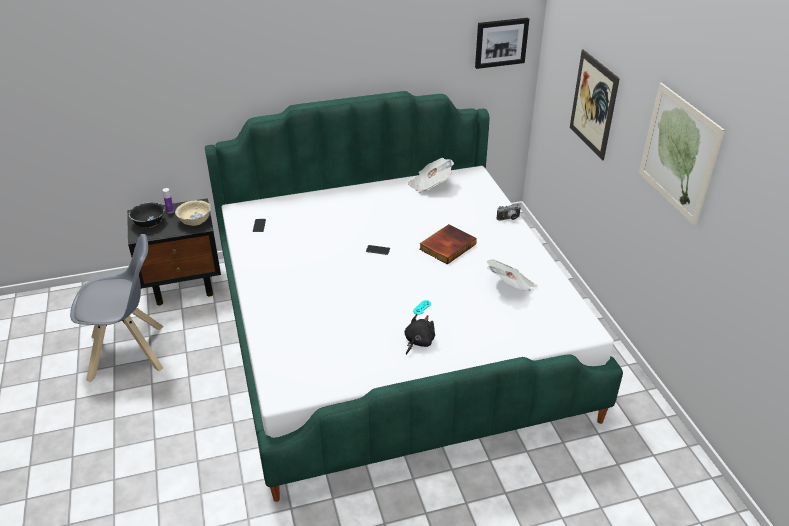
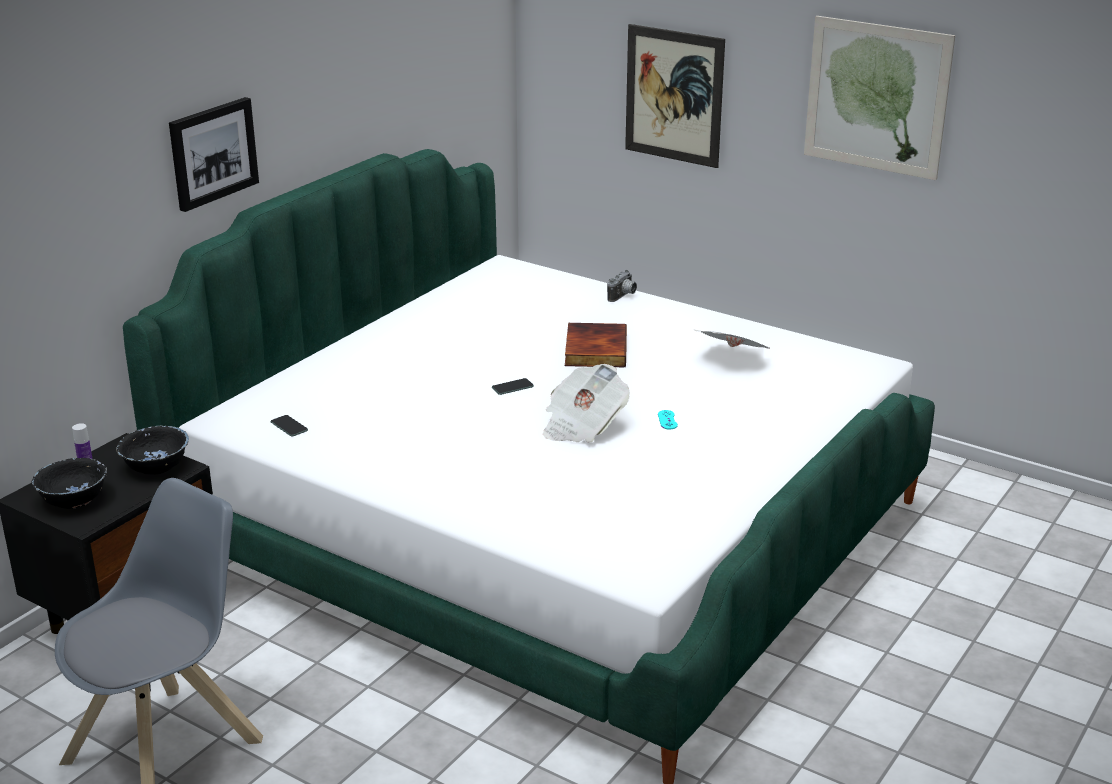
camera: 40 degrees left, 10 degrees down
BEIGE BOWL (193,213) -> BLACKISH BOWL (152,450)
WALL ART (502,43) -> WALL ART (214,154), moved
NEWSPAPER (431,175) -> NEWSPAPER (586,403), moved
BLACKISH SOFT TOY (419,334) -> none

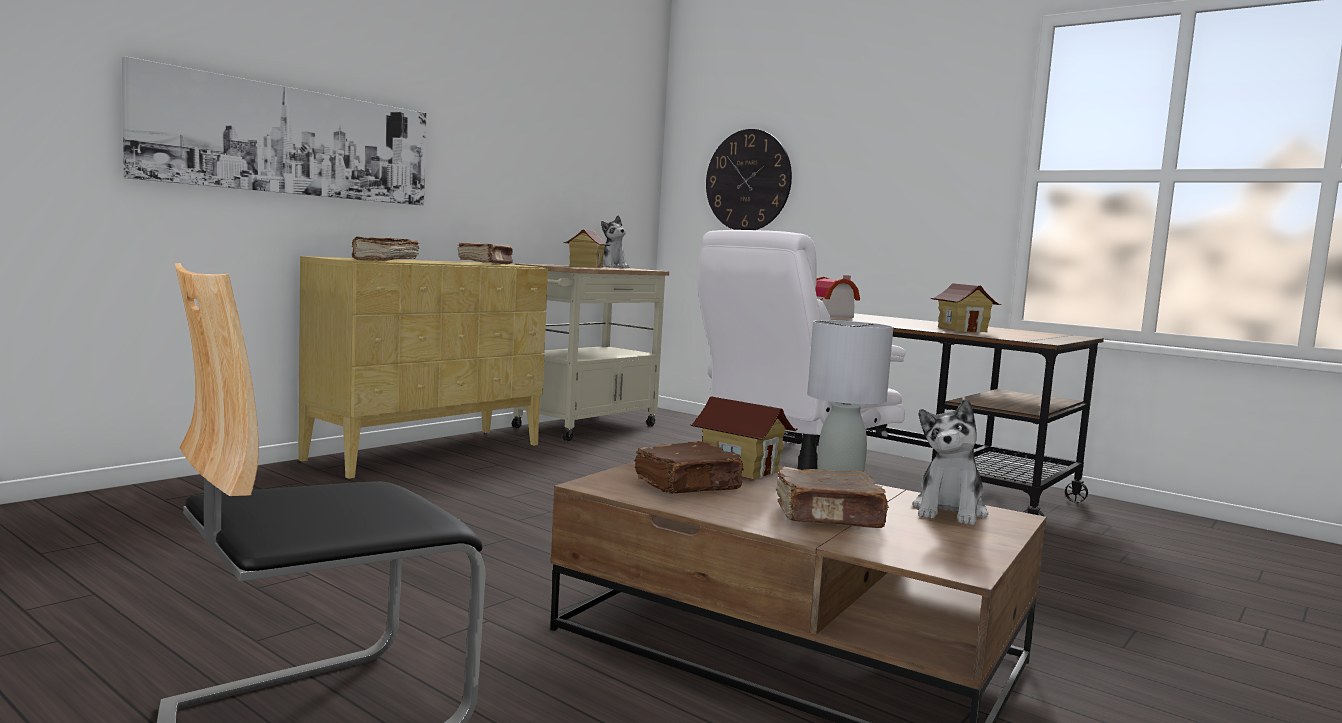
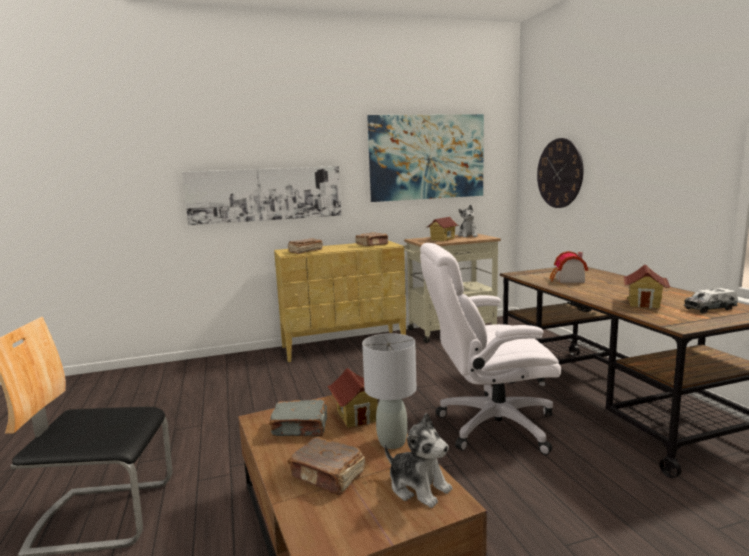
camera: 35 degrees right, 5 degrees up
BROWN-COLOURED BOUND BOOK (689,467) -> GREY BOUND BOOK (298,417)
none -> WALL ART (425,158)
SOFT TOY (950,462) -> SOFT TOY (418,460), 105 degrees counterclockwise
none -> TOY TRUCK (711,300)

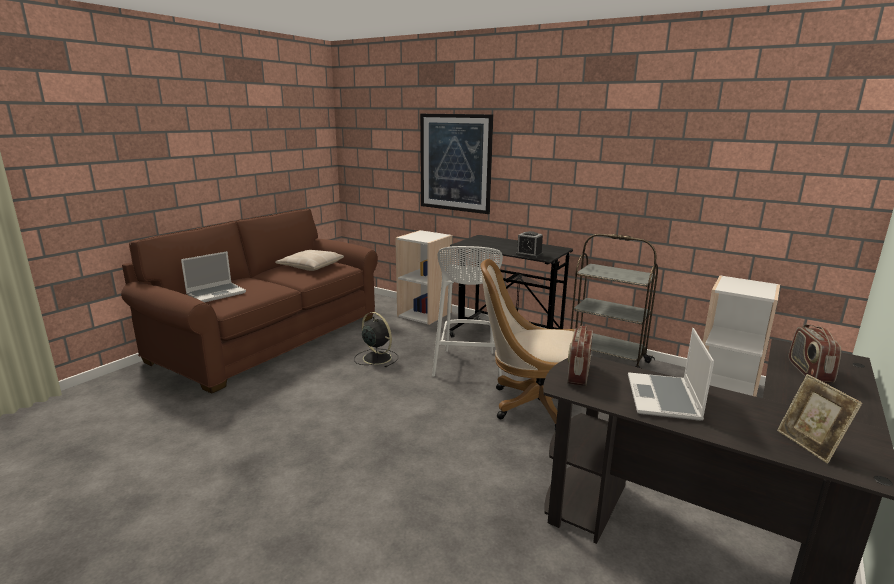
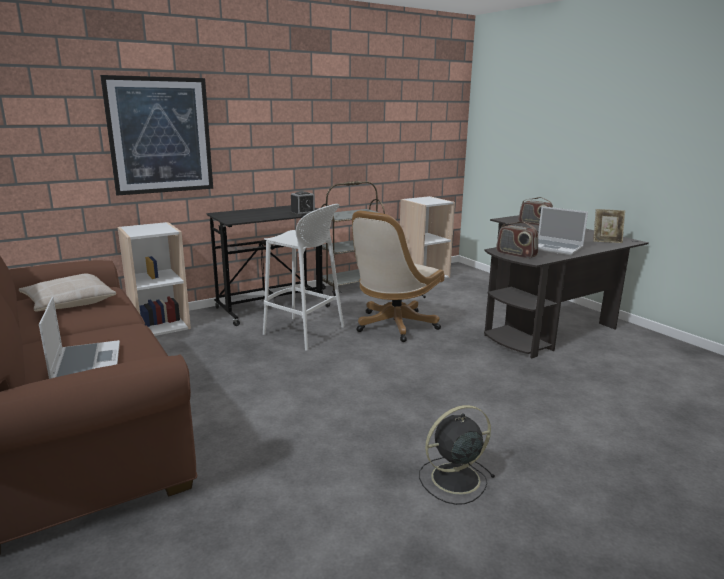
camera: 65 degrees left, 0 degrees up
BLACKISH COOLING FAN (376,340) -> BLACKISH COOLING FAN (457,455), moved

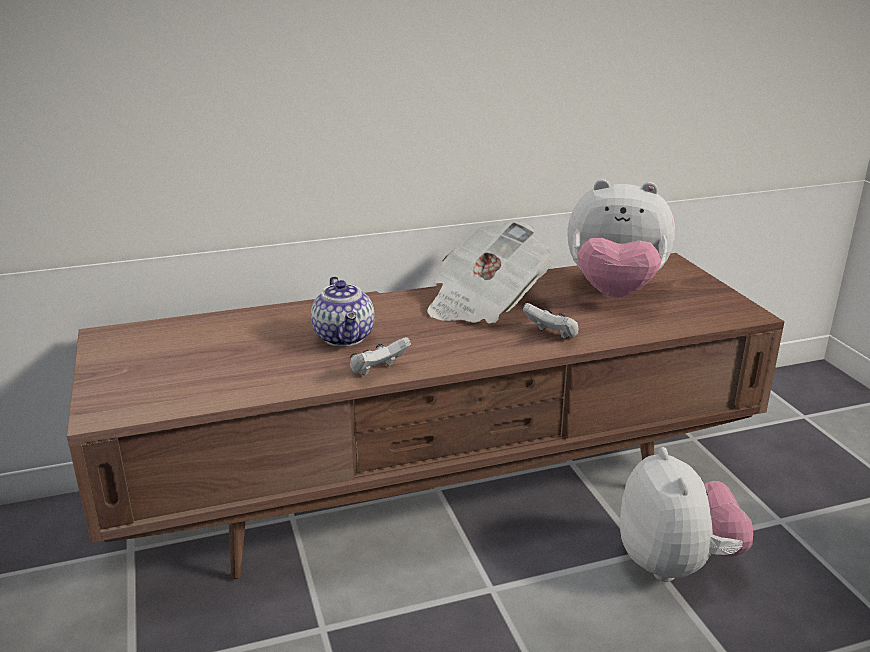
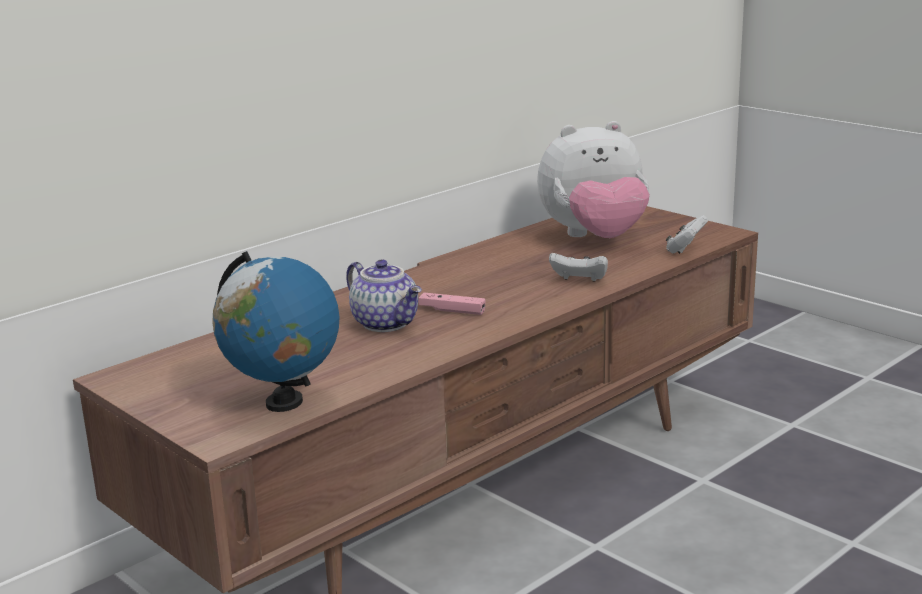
camera: 25 degrees left, 5 degrees down
none -> GLOBE (275,331)
none -> PINK GAMEPAD (452,303)
WHITISH GAMEPAD (380,356) -> WHITISH GAMEPAD (687,234), moved
NEWSPAPER (489,272) -> none
SOFT TOY (686,514) -> none

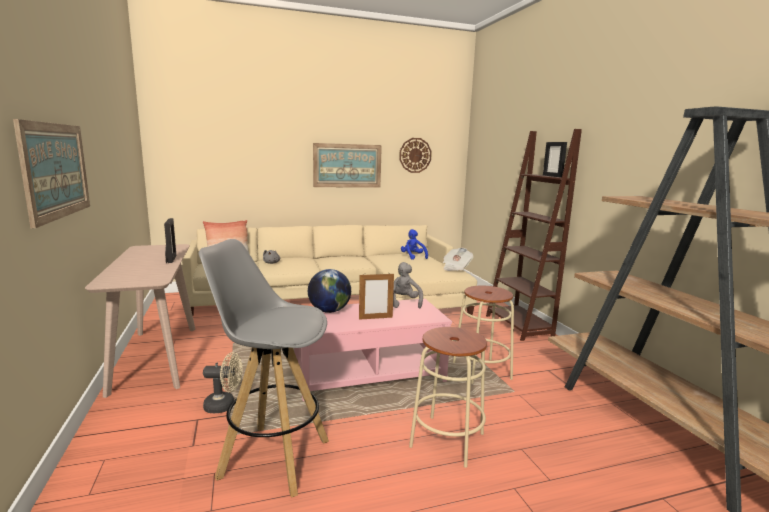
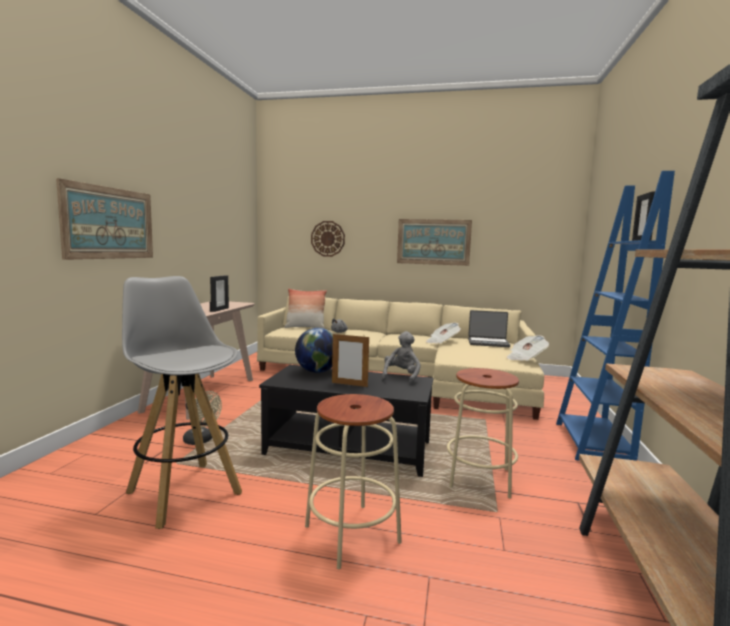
camera: 30 degrees right, 5 degrees down
PINK COFFEE TABLE (373,349) -> BLACKISH COFFEE TABLE (346,421)
HANGING CLOCK (415,155) -> HANGING CLOCK (328,239), moved
none -> NEWSPAPER (443,333)
BLUE-COLOURED SOFT TOY (414,244) -> PORTABLE COMPUTER (489,328)
BROWN-COLOURED SHELVING UNIT (534,235) -> BLUE-COLOURED SHELVING UNIT (615,316)

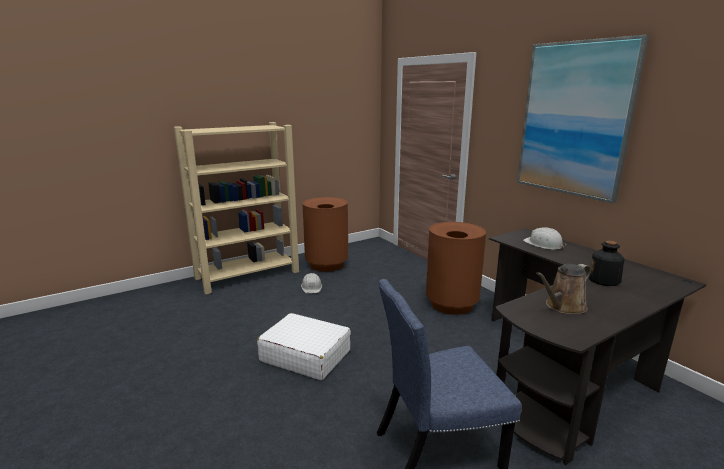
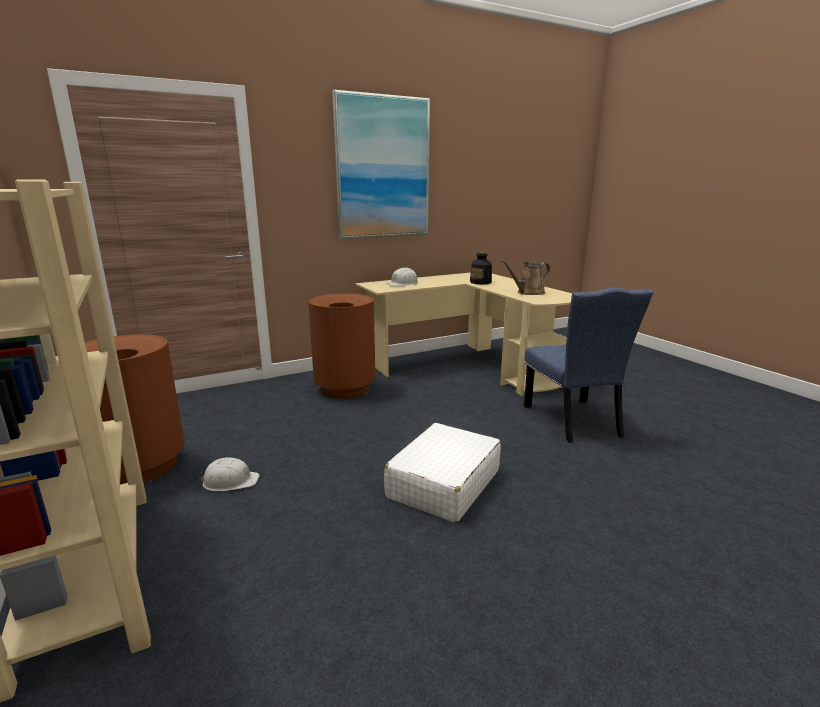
camera: 85 degrees left, 0 degrees up
BLACKISH DESK (597,346) -> BEIGE DESK (463,334)
BROWN-COLOURED WATERING POT (563,289) -> BROWN-COLOURED WATERING POT (525,277), 90 degrees clockwise

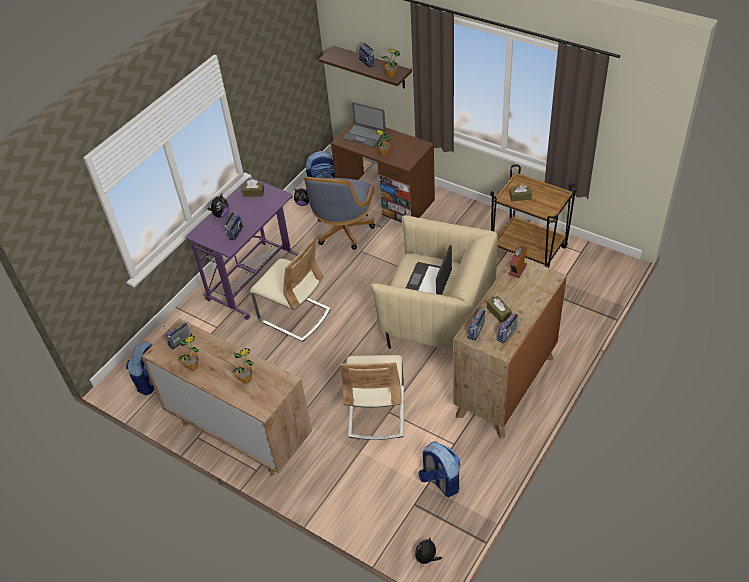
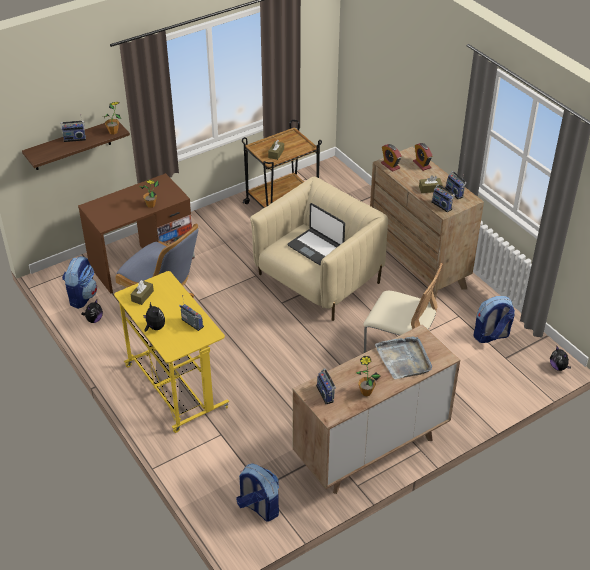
camera: 70 degrees left, 5 degrees down
PURPLE DESK (242,249) -> YELLOW DESK (171,352)
PLANT IN A POT (242,366) -> GREY CARRYING TRAY (403,358)
none -> BEDSIDE CLOCK (422,157)
BEIGE PLAIN CHAIR (290,289) -> none
PORTABLE COMPUTER (364,124) -> none

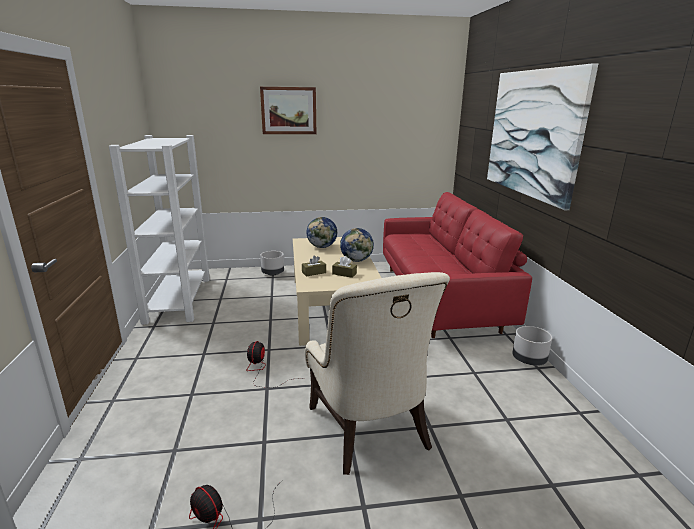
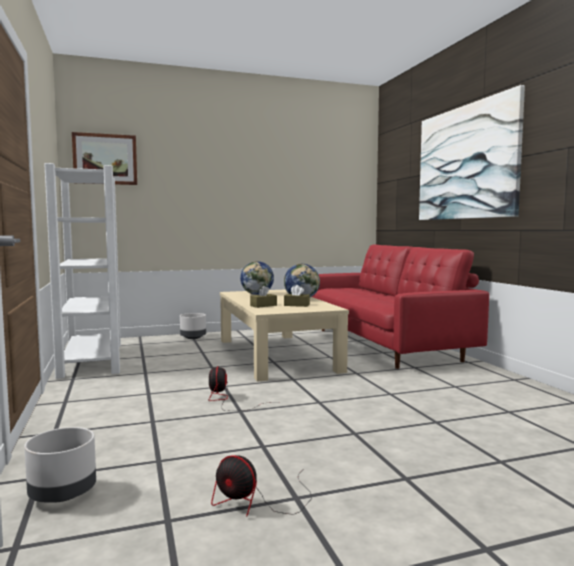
camera: 10 degrees left, 15 degrees down
GREY PLANT POT (532,346) -> GREY PLANT POT (60,465), moved
WALL ART (288,110) -> WALL ART (104,158), moved
BEIGE LOUNGE CHAIR (377,373) -> none

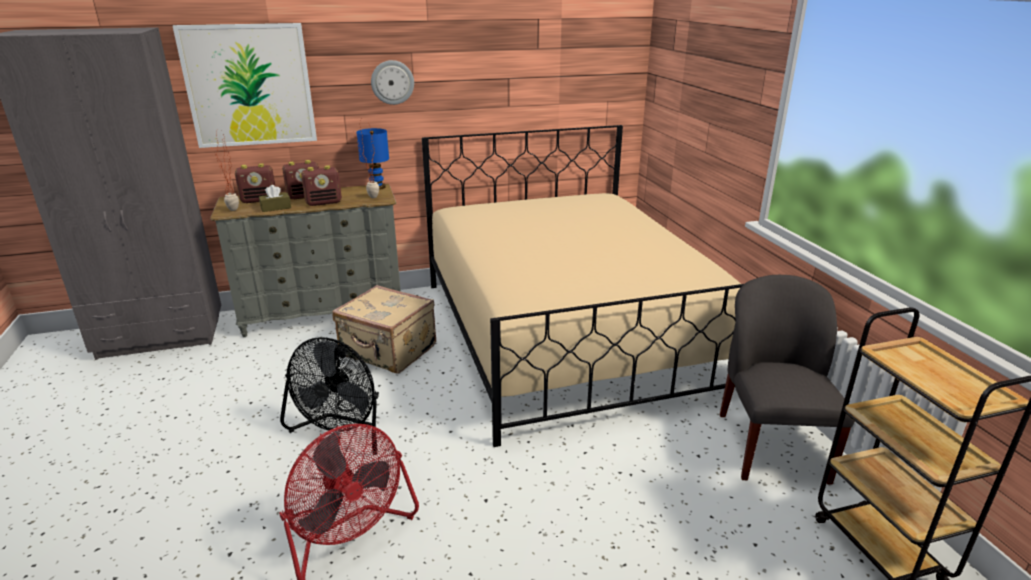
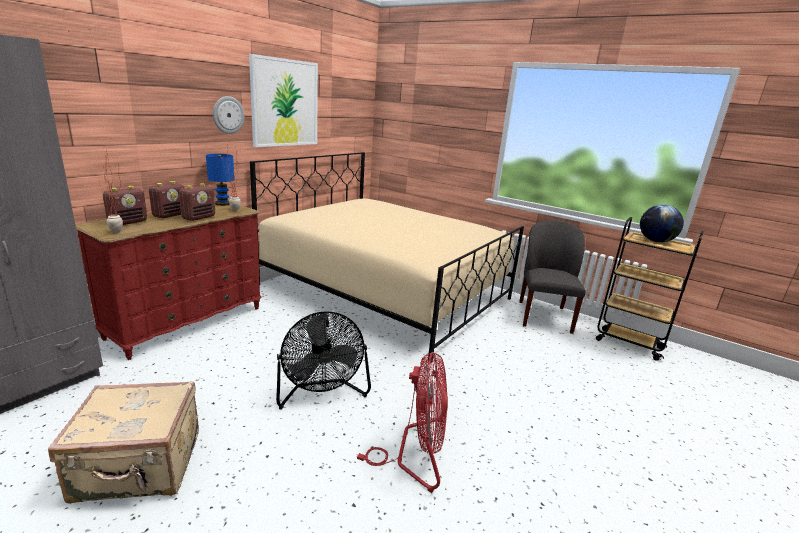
camera: 40 degrees left, 5 degrees down
BEIGE SUITCASE (384,329) -> BEIGE SUITCASE (123,442), moved
GREY DRAWER CHEST (305,260) -> REDDISH DRAWER CHEST (168,282)
WALL ART (245,85) -> WALL ART (283,100), moved
GREY PLAIN CHAIR (787,379) -> GREY PLAIN CHAIR (552,277), 45 degrees clockwise
none -> GLOBE (662,223)
BROWN-COLOURED TISSUE HOLDER (275,198) -> none

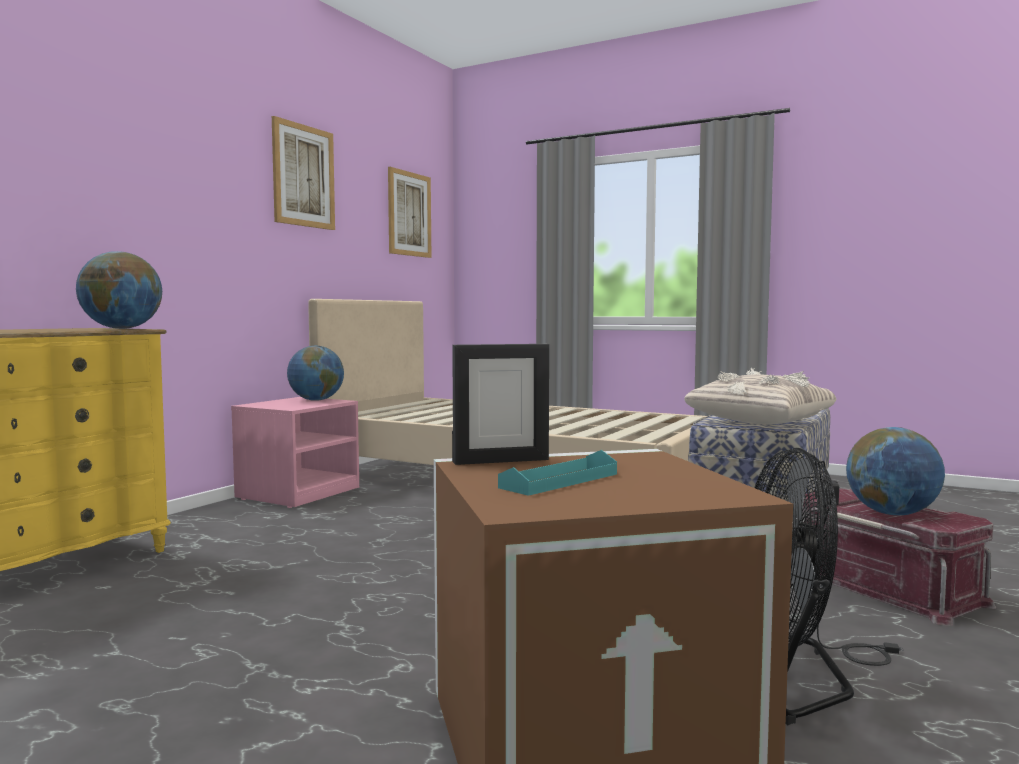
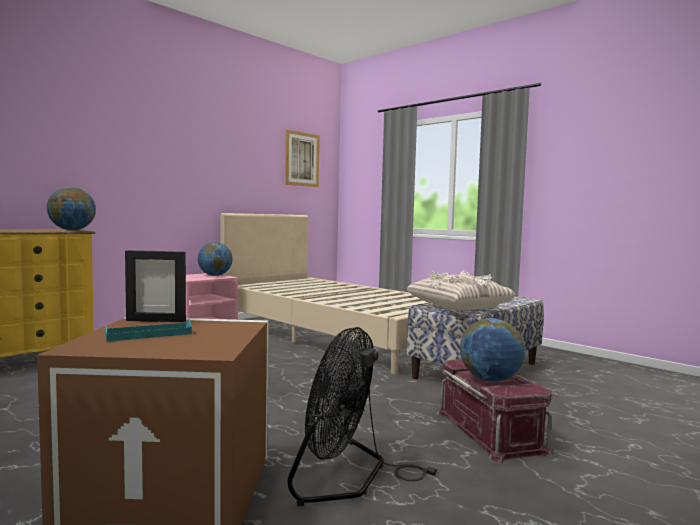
camera: 15 degrees right, 0 degrees up
WALL ART (303,173) -> none

